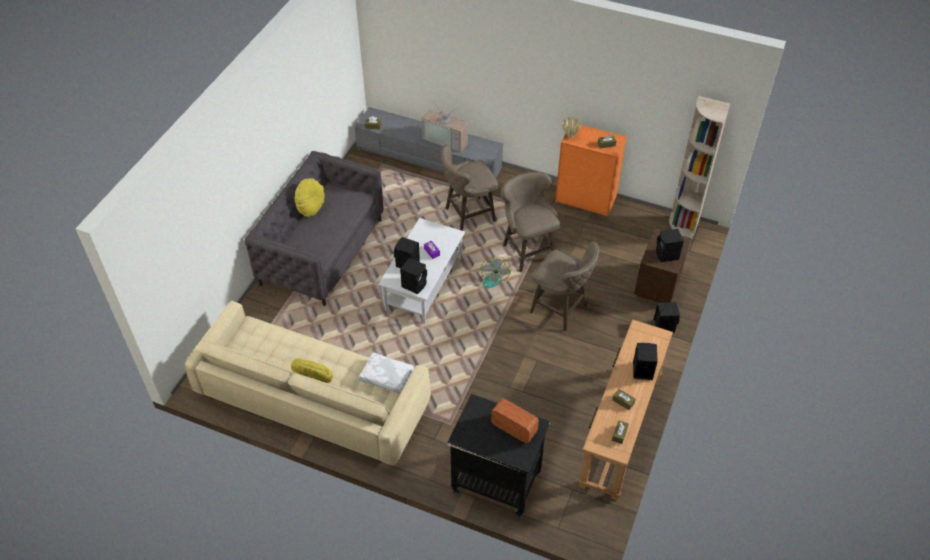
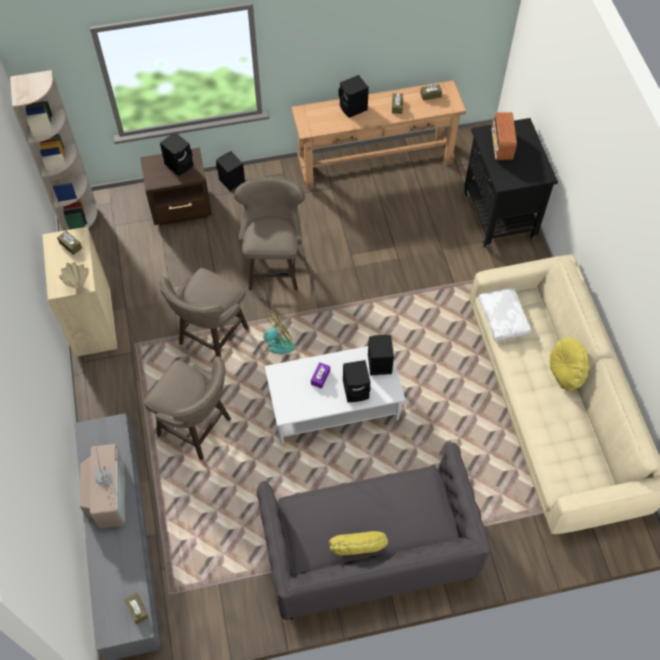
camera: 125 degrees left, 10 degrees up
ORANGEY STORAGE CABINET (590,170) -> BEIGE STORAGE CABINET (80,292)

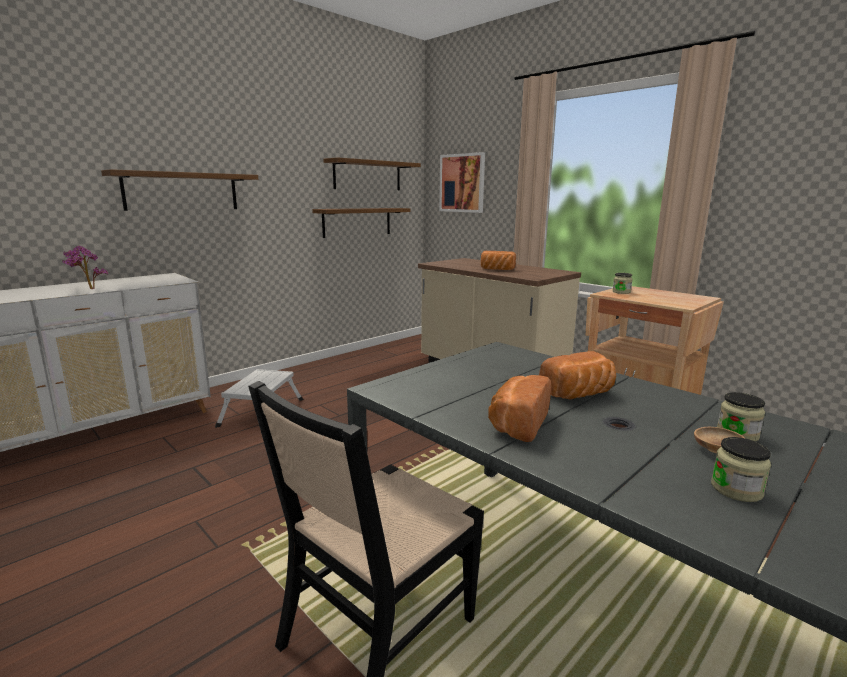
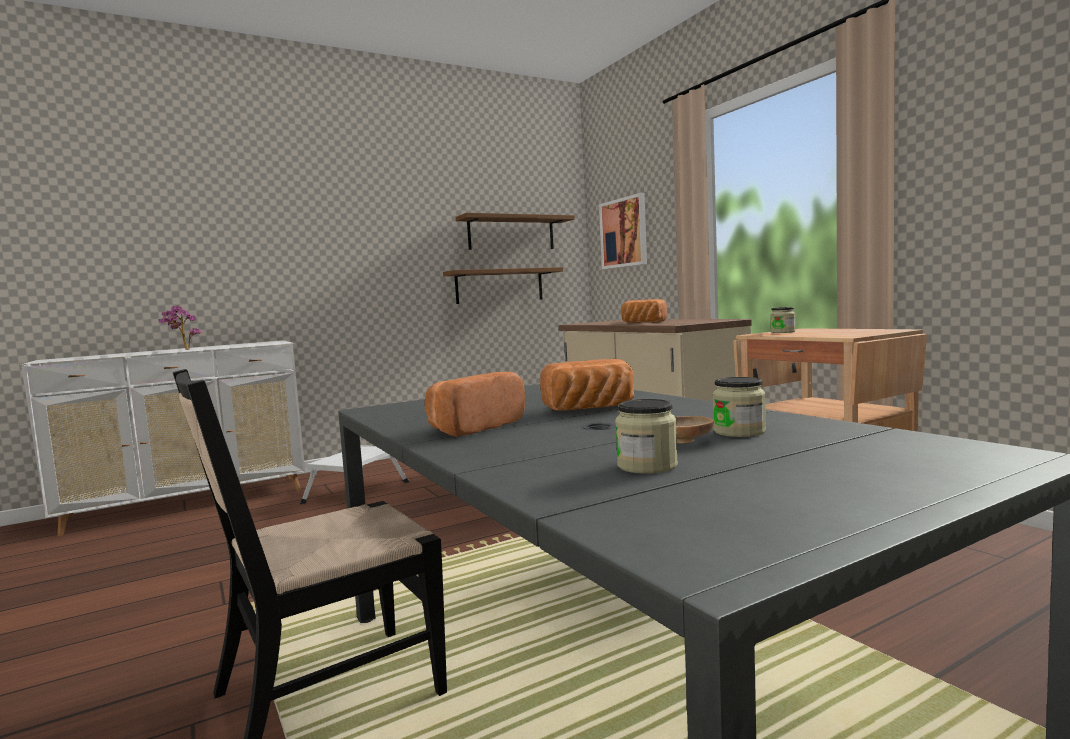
camera: 15 degrees right, 10 degrees down
BRACKET SHELF (179,190) -> none

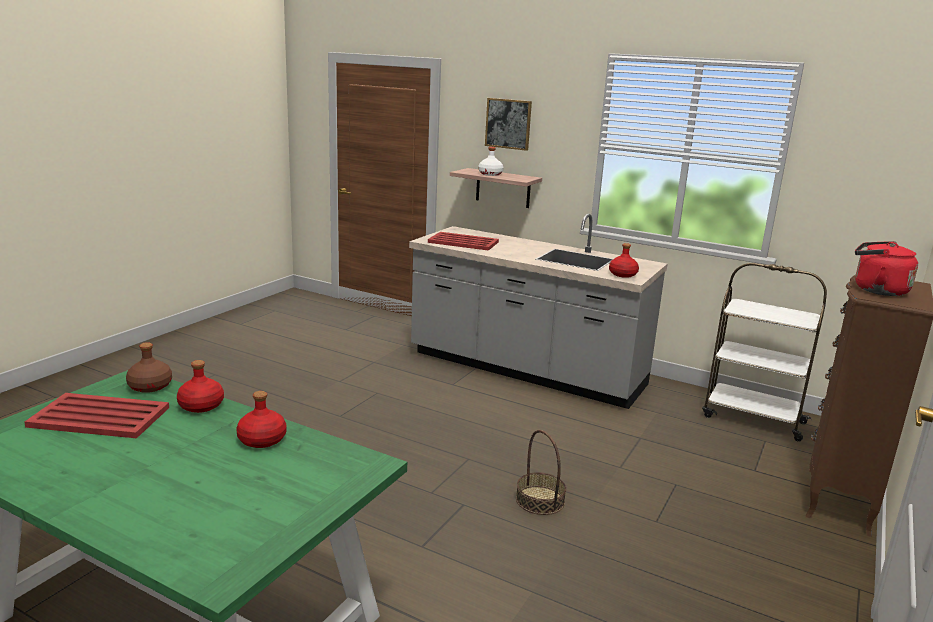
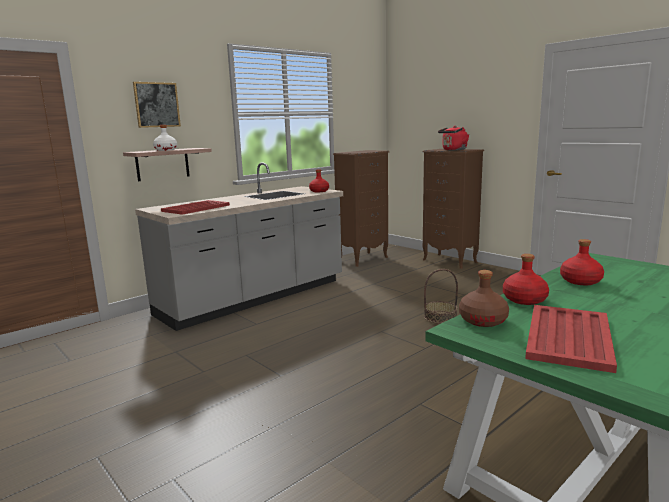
camera: 70 degrees left, 5 degrees down
WHITISH CART (764,352) -> BROWN-COLOURED DRAWER CHEST (361,208)

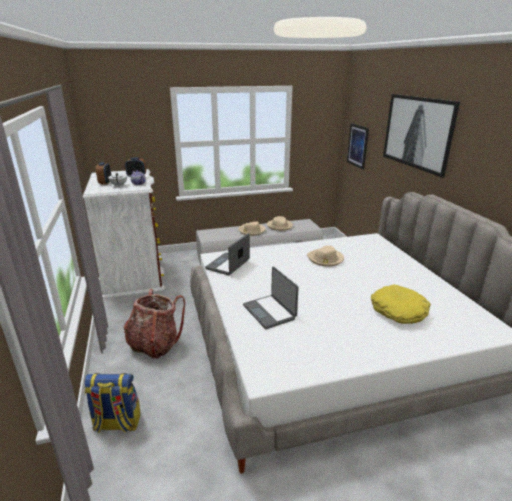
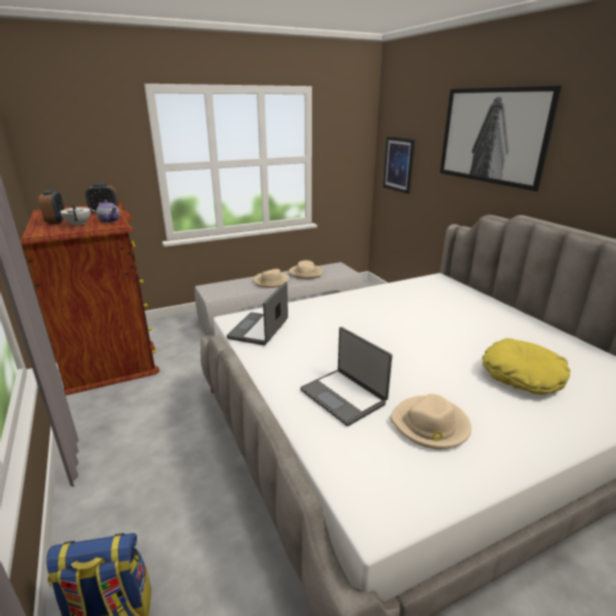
camera: 10 degrees left, 0 degrees up
WHITISH DRAWER CHEST (124,234) -> BROWN-COLOURED DRAWER CHEST (90,299)
BEIGE WEARABLE HAT (325,256) -> BEIGE WEARABLE HAT (430,421), moved
KNAPSACK (154,324) -> none

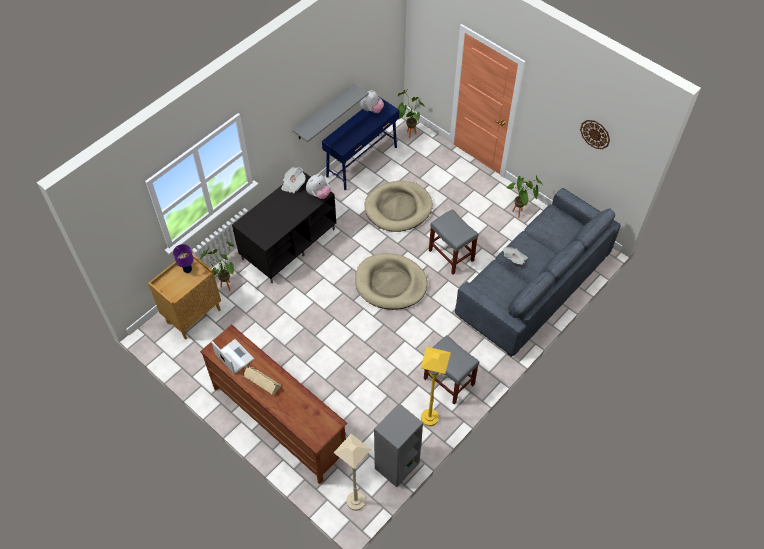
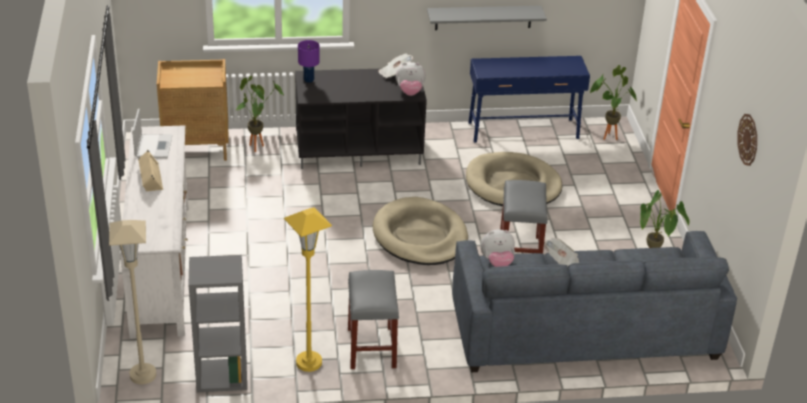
camera: 40 degrees right, 20 degrees down
BROWN-COLOURED DRAWER CHEST (273,404) -> WHITISH DRAWER CHEST (154,232)
PURPLE TABLETOP LAMP (183,258) -> PURPLE TABLETOP LAMP (309,61), moved
SOFT TOY (372,101) -> SOFT TOY (497,248), moved

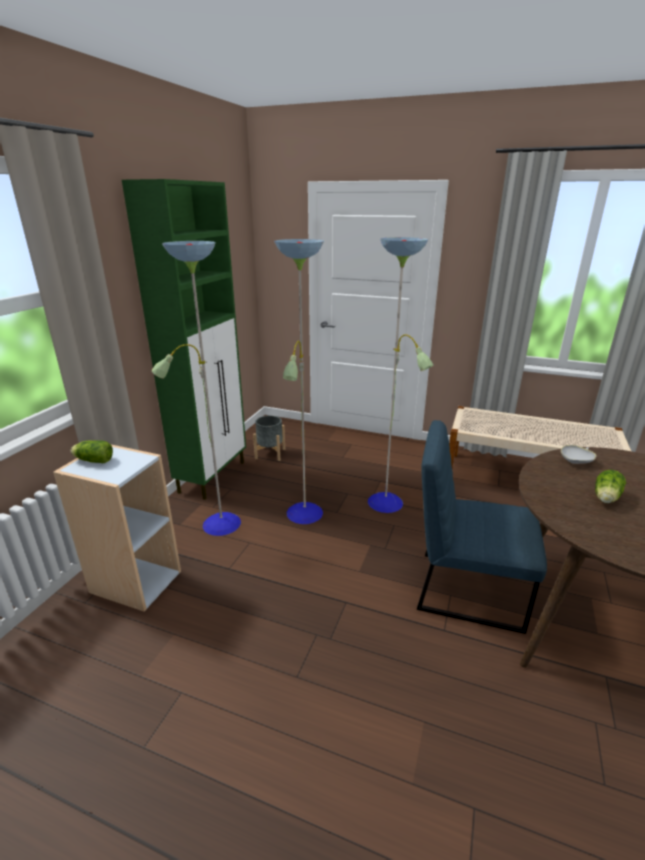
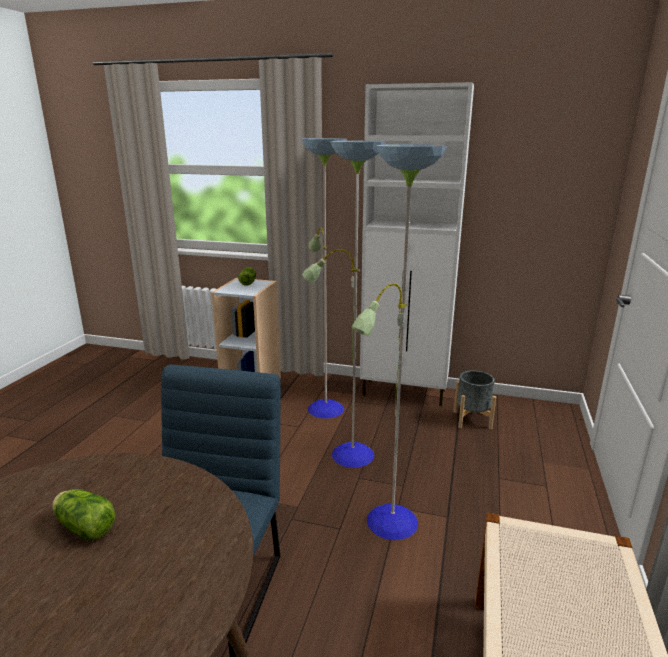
camera: 85 degrees right, 5 degrees down
GREENISH STORAGE CABINET (184,339) -> WHITISH STORAGE CABINET (417,244)
WHITISH BOWL (578,454) -> none

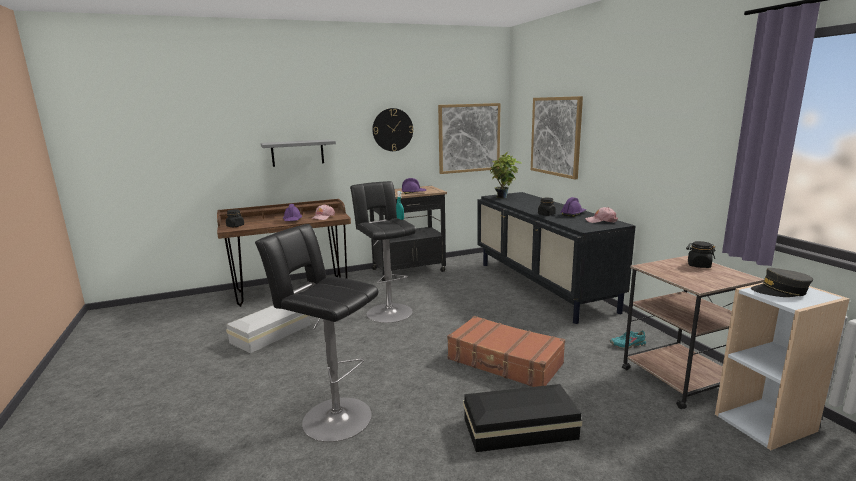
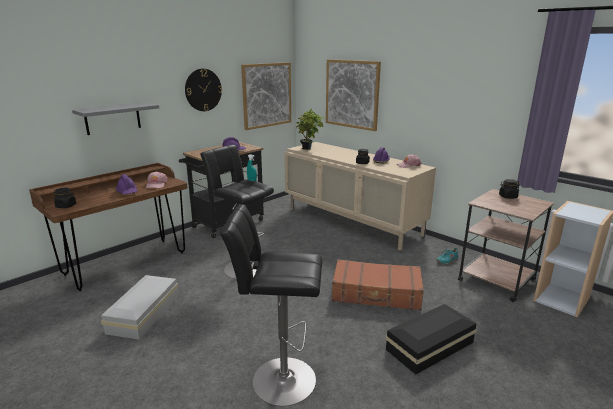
camera: 25 degrees left, 5 degrees up
BLACKISH STORAGE CABINET (556,258) -> BEIGE STORAGE CABINET (360,196)
GREY PEAKED CAP (782,282) -> none

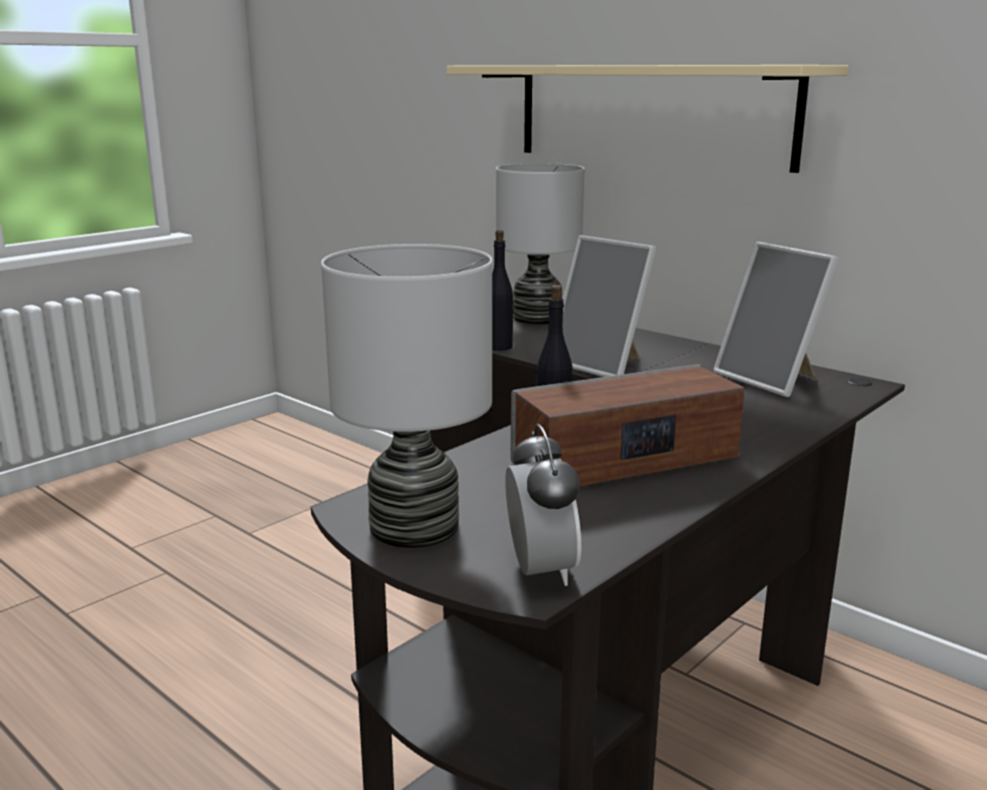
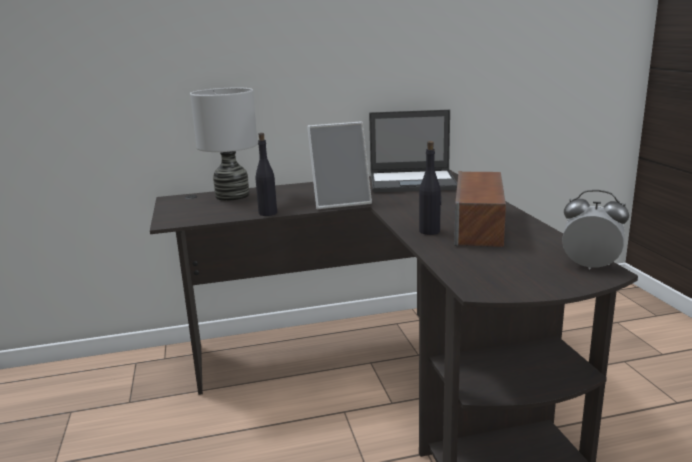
camera: 55 degrees left, 0 degrees up
STANDING FRAME (776,319) -> PORTABLE COMPUTER (413,151)
GREY TABLETOP LAMP (406,396) -> none
BEIGE BRACKET SHELF (648,119) -> none

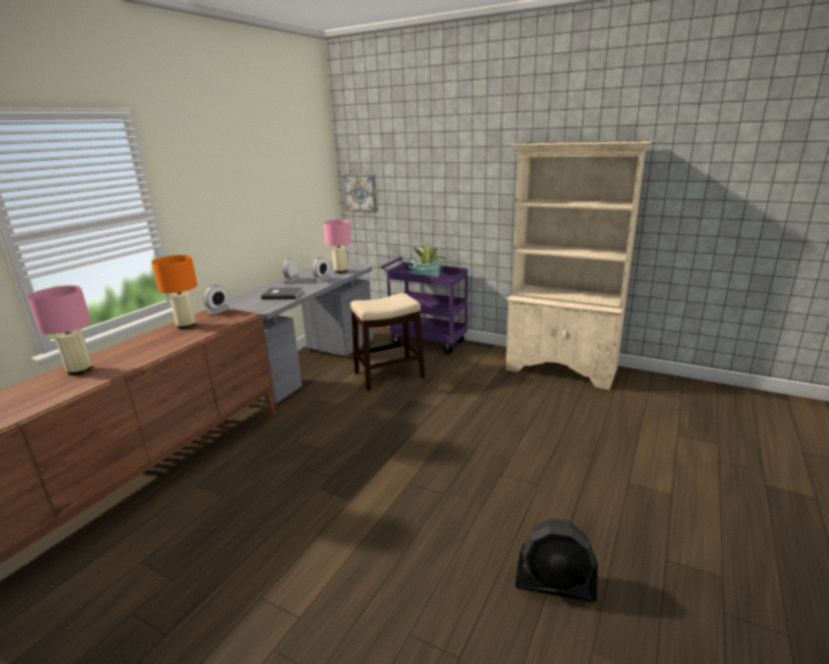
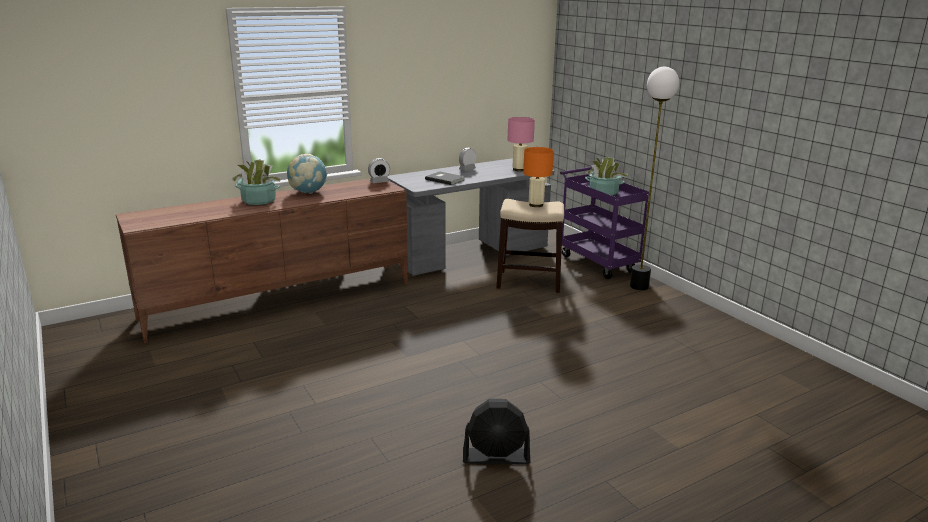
camera: 30 degrees right, 0 degrees up
PINK TABLETOP LAMP (60,330) -> PLANT IN A POT (255,182)
none -> GLOBE (307,174)
BLACKISH COOLING FAN (556,560) -> BLACKISH COOLING FAN (496,431), 45 degrees counterclockwise
ORANGEY TABLETOP LAMP (174,292) -> ORANGEY TABLETOP LAMP (538,177), moved
none -> FLOOR LAMP (654,178)
BEDSIDE CLOCK (321,270) -> none
WALL ART (360,193) -> none
BEIGE SHELVING UNIT (580,265) -> none

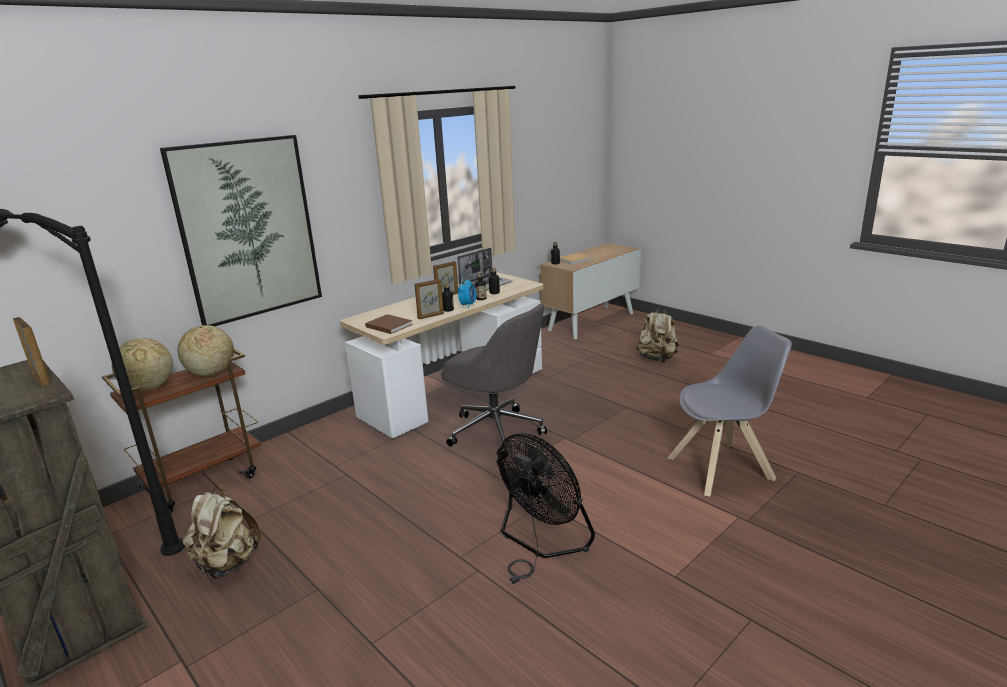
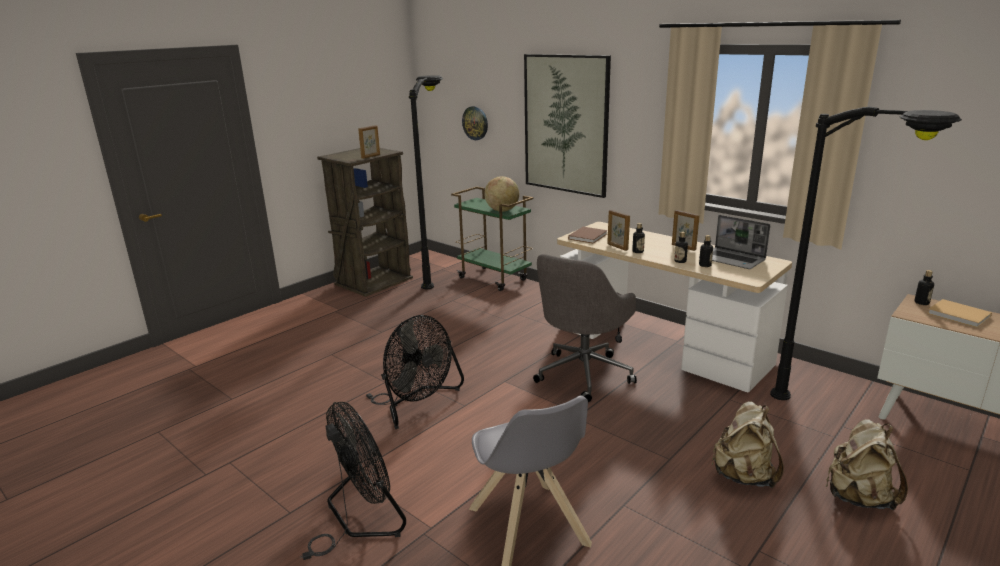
camera: 85 degrees right, 0 degrees up
none -> BLACKISH COOLING FAN (353,481)
BROWN-COLOURED CART (181,430) -> GREENISH CART (492,238)
none -> HANGING CLOCK (475,123)
BEIGE KNAPSACK (222,531) -> BEIGE KNAPSACK (747,444), moved
none -> BLACKISH FLOOR LAMP (866,253)
GLOBE (142,364) -> none
BEDSIDE CLOCK (467,293) -> none

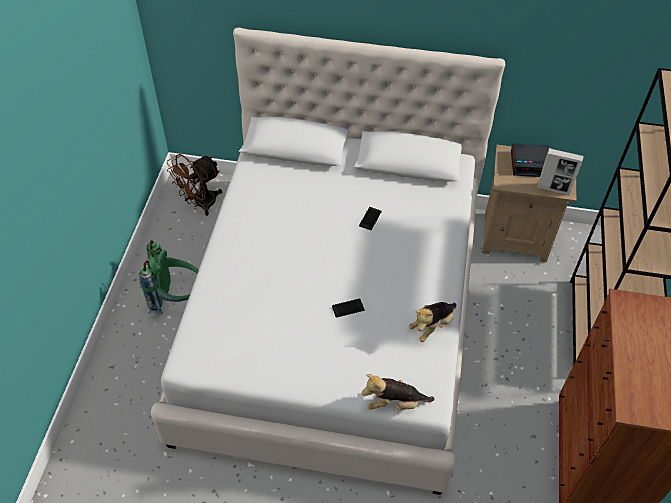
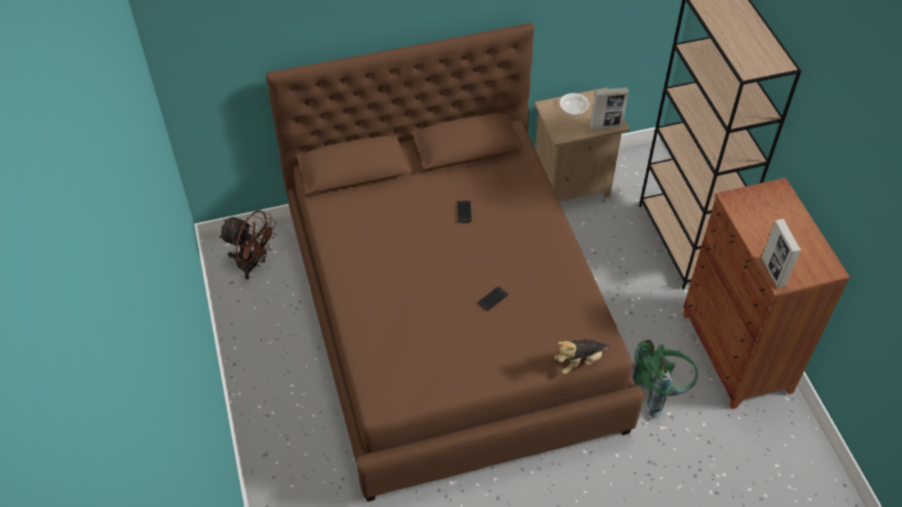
camera: 25 degrees left, 0 degrees up
BROWN-COLOURED COOLING FAN (194,185) -> BROWN-COLOURED COOLING FAN (248,245), 90 degrees counterclockwise
WHITISH SLEEPING BED (328,261) -> BROWN-COLOURED SLEEPING BED (455,262)
BEDSIDE CLOCK (530,160) -> BOWL (574,104)
GREENISH KNAPSACK (169,278) -> GREENISH KNAPSACK (664,378), moved
none -> STANDING FRAME (781,253)
SOFT TOY (433,322) -> none

